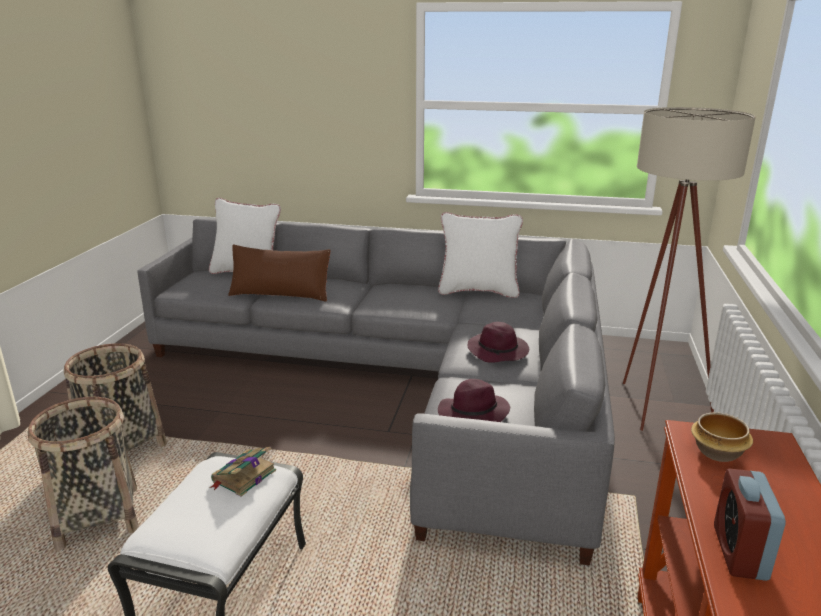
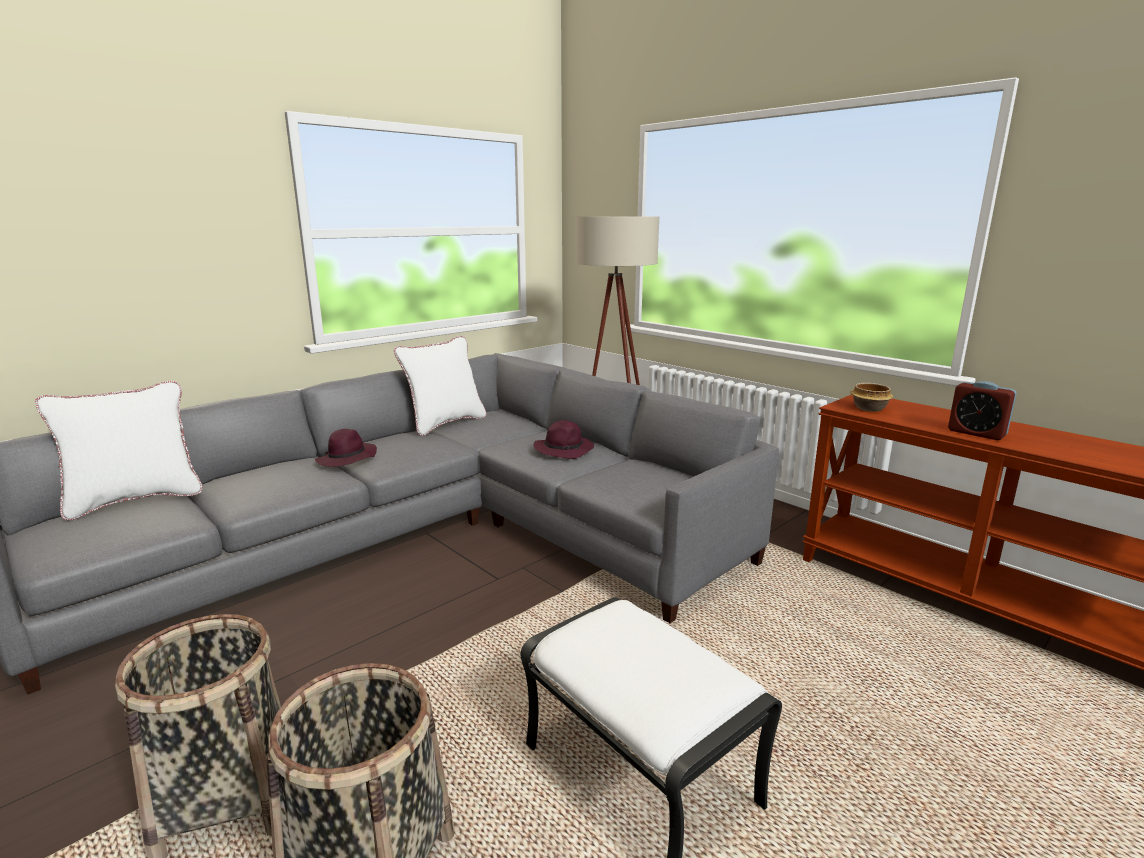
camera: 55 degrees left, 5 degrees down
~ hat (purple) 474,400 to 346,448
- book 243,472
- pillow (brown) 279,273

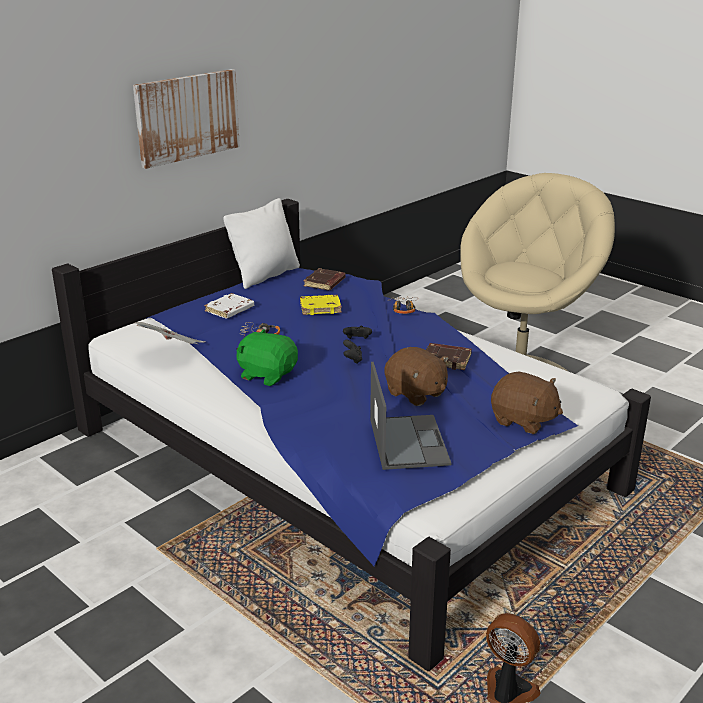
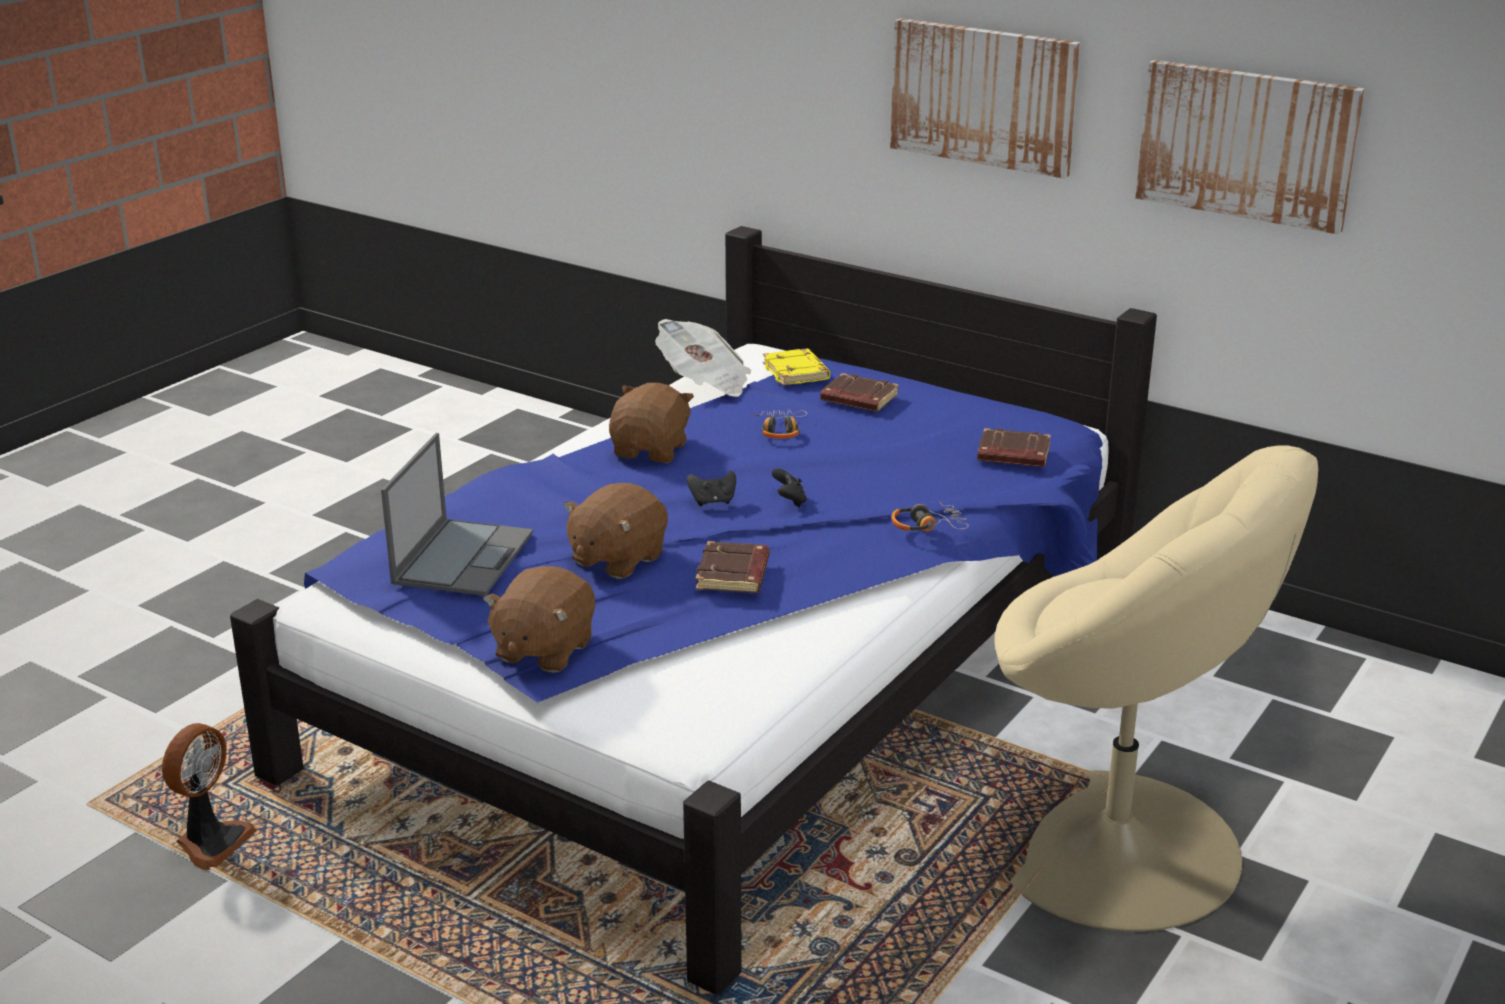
camera: 80 degrees right, 0 degrees up
~ laptop 410,416 = 457,514 60 degrees counterclockwise
~ plush toy (green) 267,357 to plush toy (brown) 651,423
~ book (yellow) 321,305 to 796,366
~ book (white) 229,306 to book (brown) 859,392
+ picture 1250,147
- pillow (white) 261,243

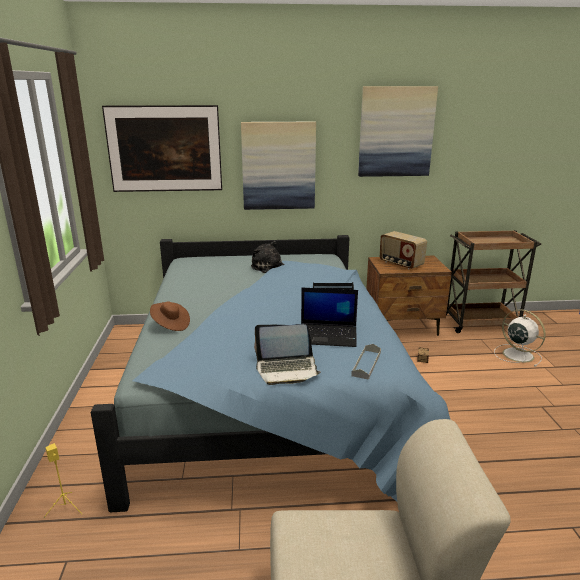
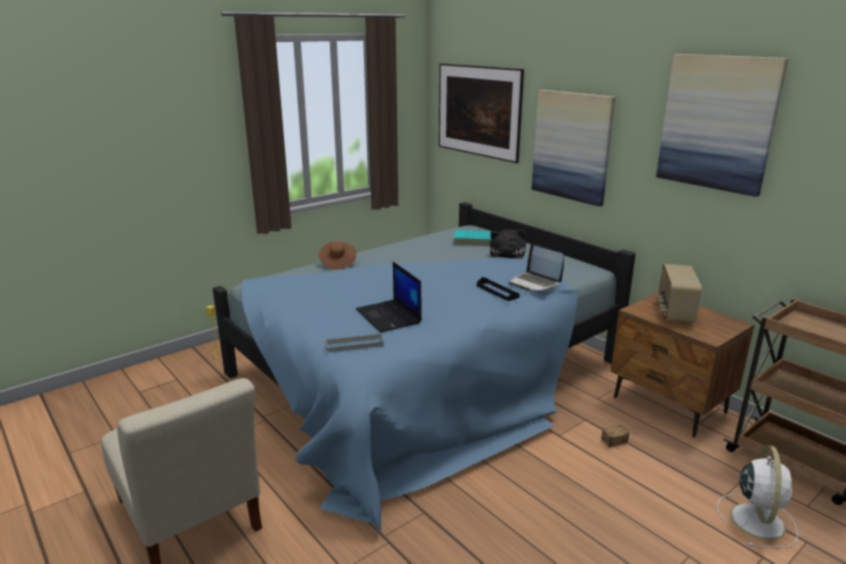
camera: 55 degrees right, 0 degrees up
+ book (turquoise) 472,238
~ laptop 287,354 to 536,267

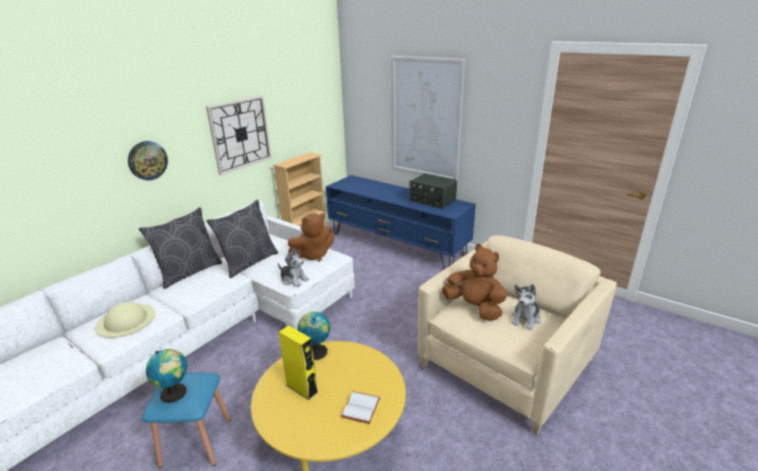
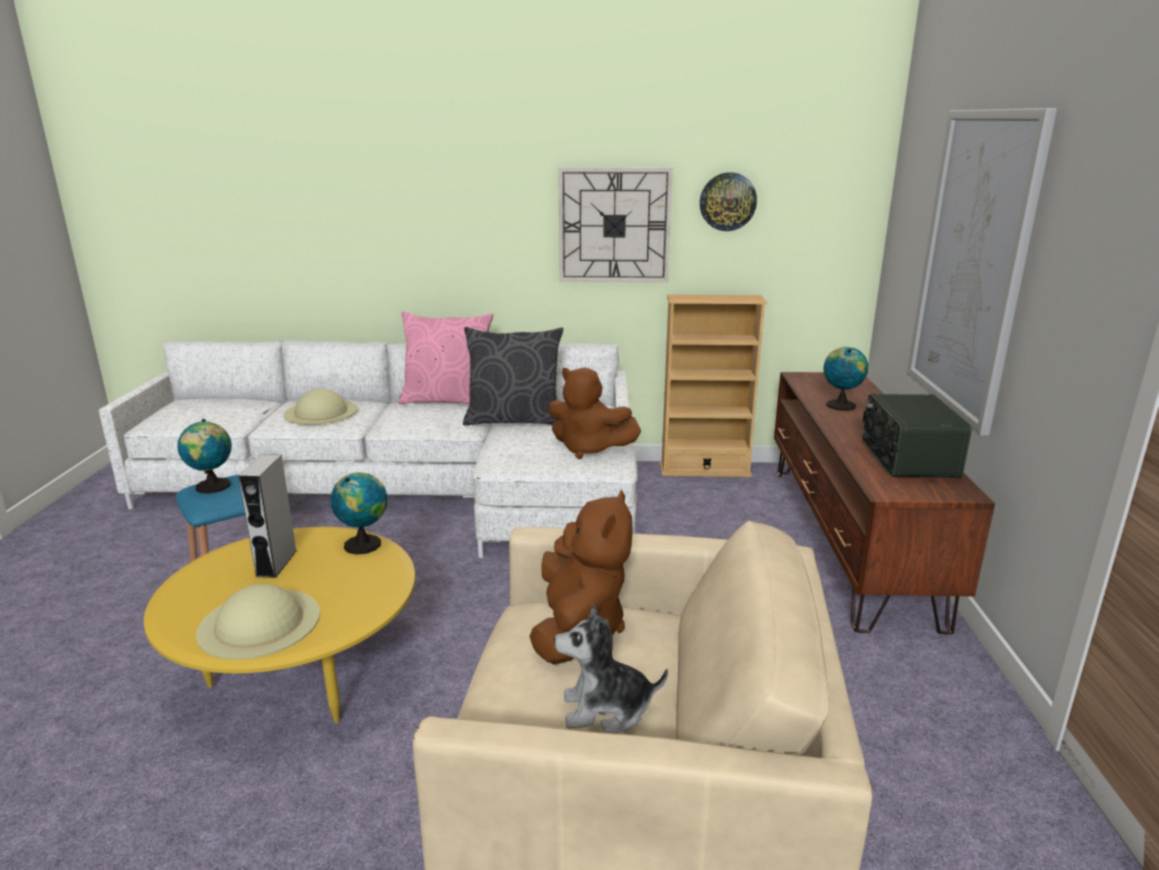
camera: 55 degrees right, 5 degrees down
~ book (white) 360,407 to hat (beige) 258,622
~ speaker (yellow) 298,362 to speaker (grey) 267,516
~ pillow (grey) 180,248 to pillow (pink) 445,357
~ wall clock 148,160 to 728,201
~ tv stand (blue) 401,222 to tv stand (brown) 884,503
+ globe 845,379
- plush toy 293,267

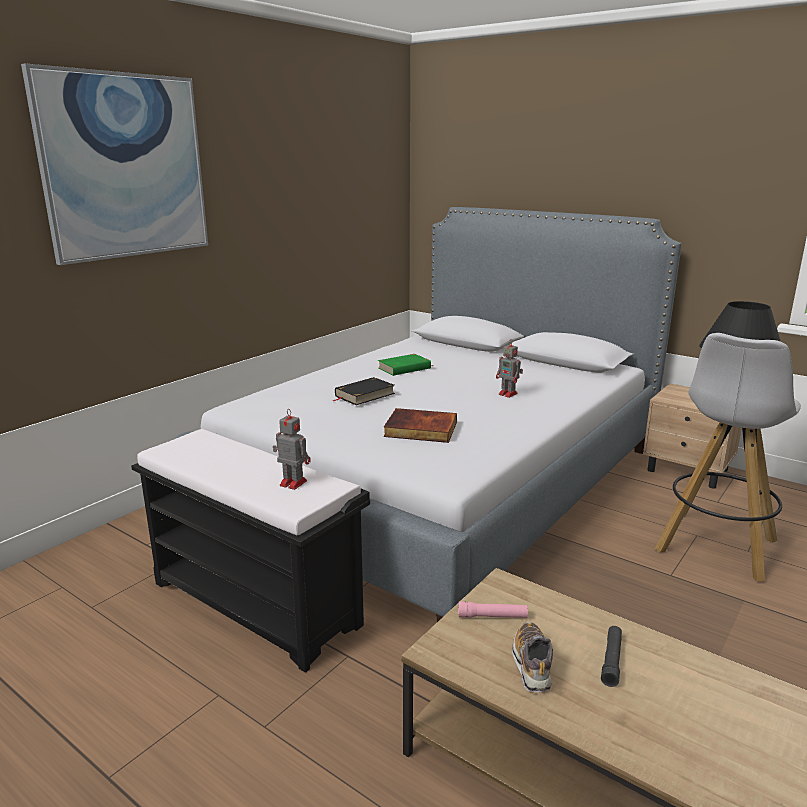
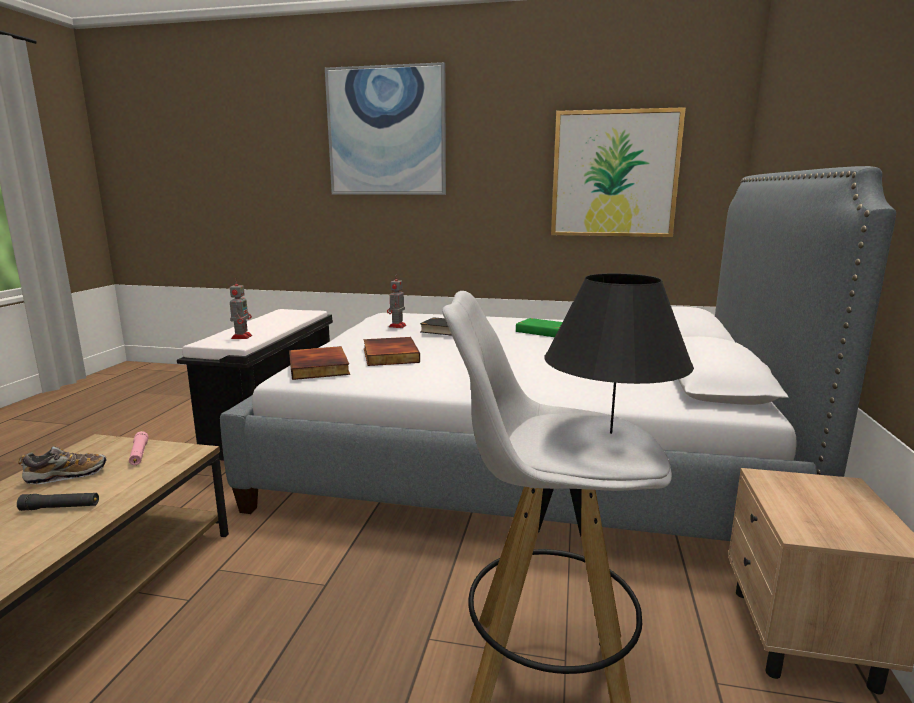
camera: 65 degrees right, 5 degrees down
+ book 319,363
~ toy robot 509,368 to 396,303
+ picture 618,172

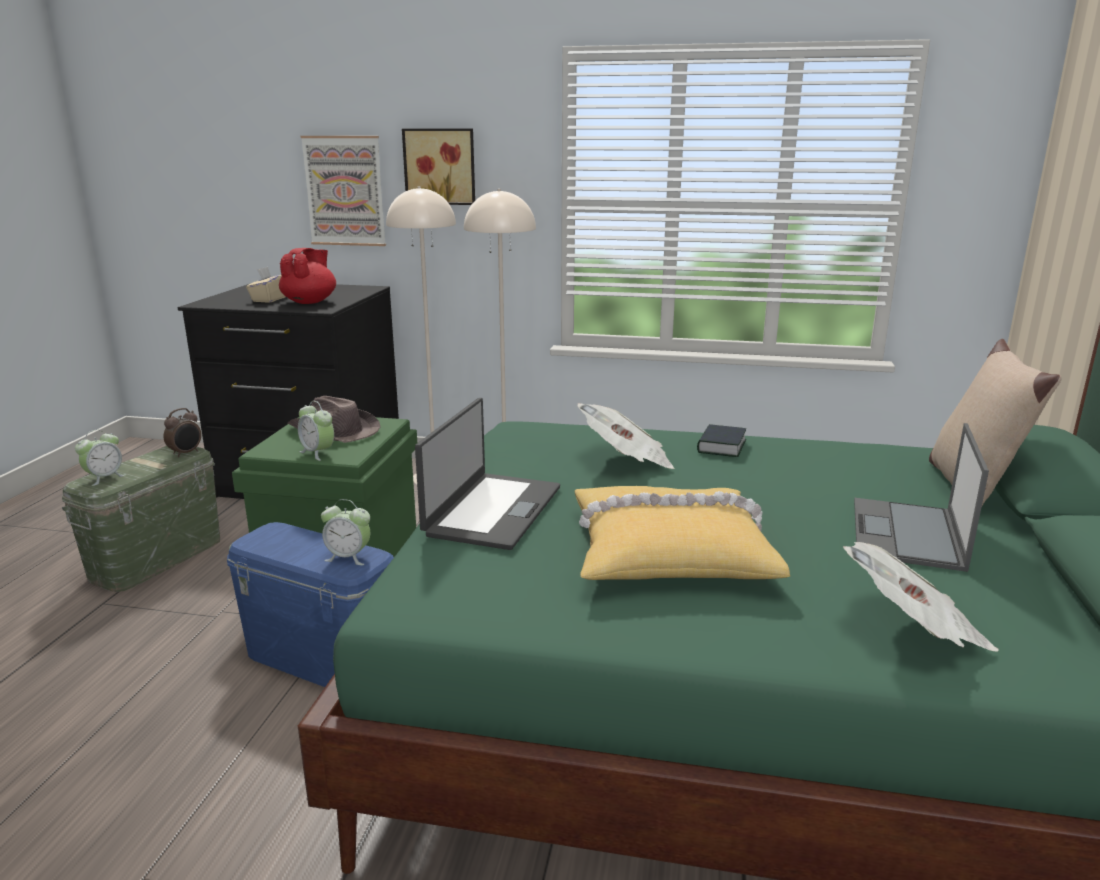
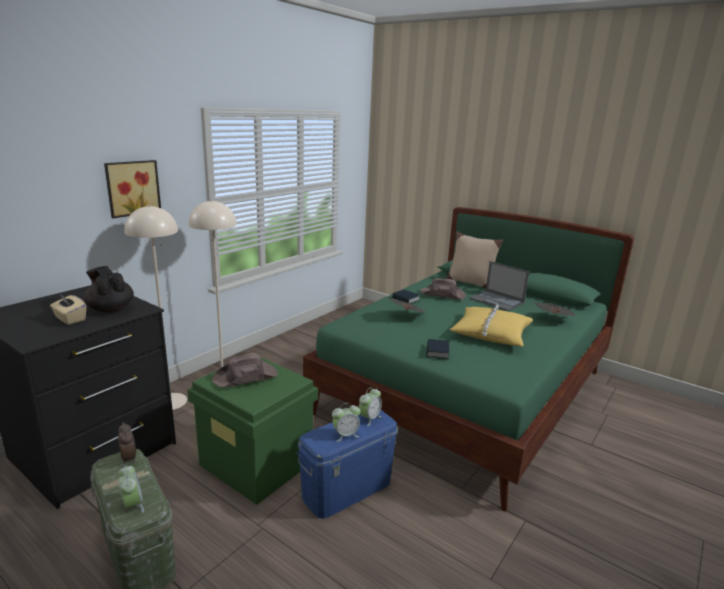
camera: 65 degrees left, 0 degrees up
~ teapot (red) 307,276 to teapot (black) 109,289
~ alarm clock 316,431 to 346,422
+ hat (brown) 443,289
~ laptop 487,474 to book 437,349
- picture 343,191

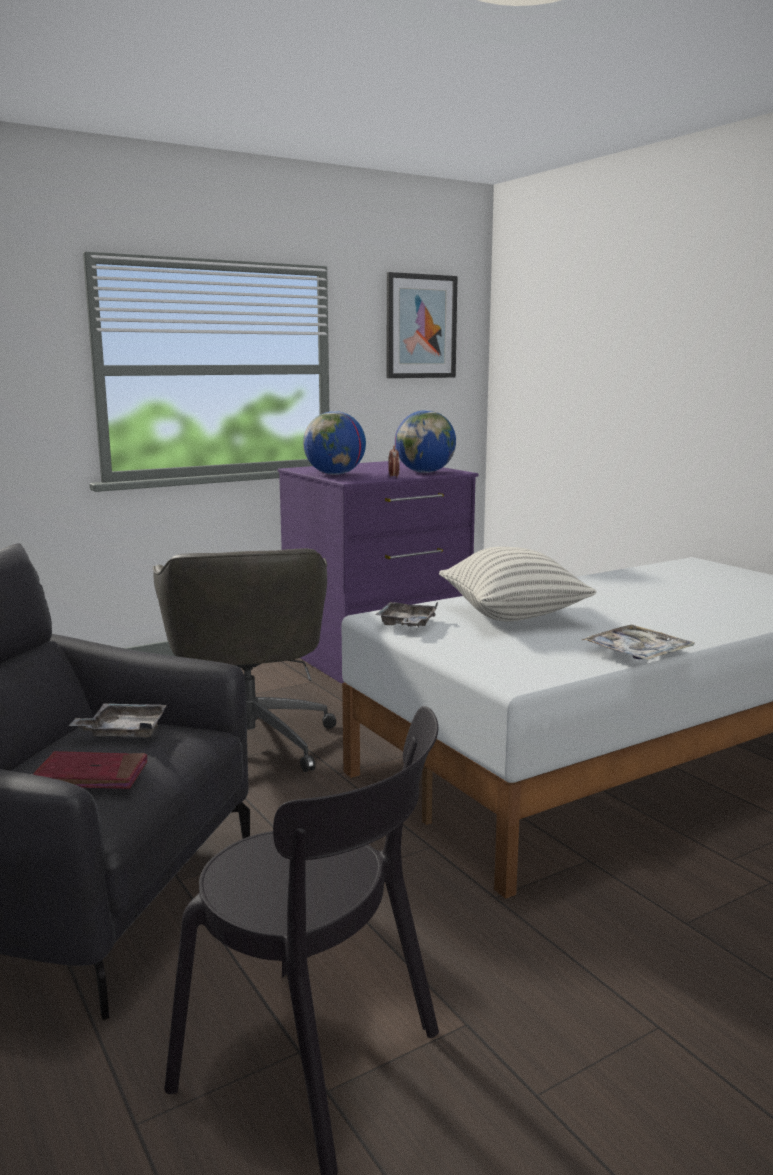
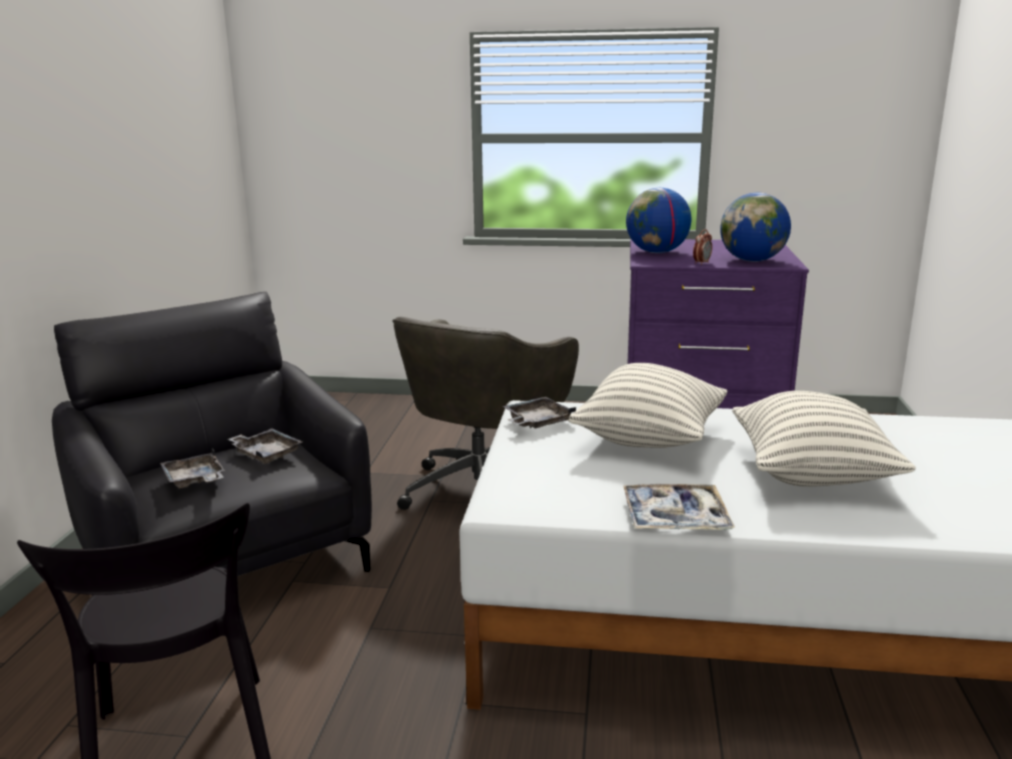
camera: 40 degrees right, 5 degrees up
~ book (red) 90,770 to tray (grey) 192,468
+ pillow 824,439
- picture 422,325

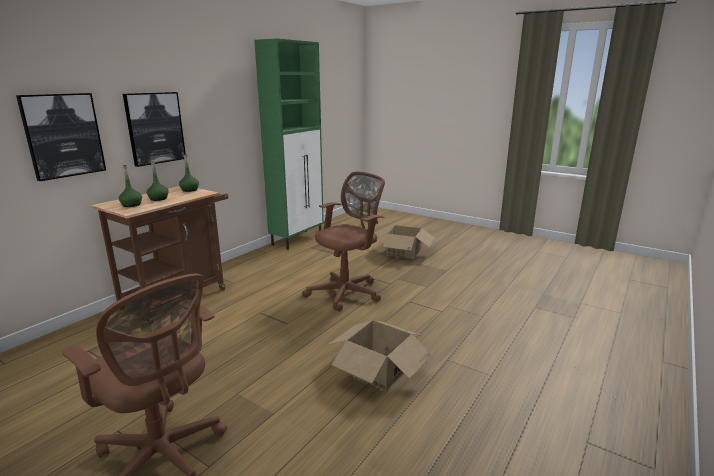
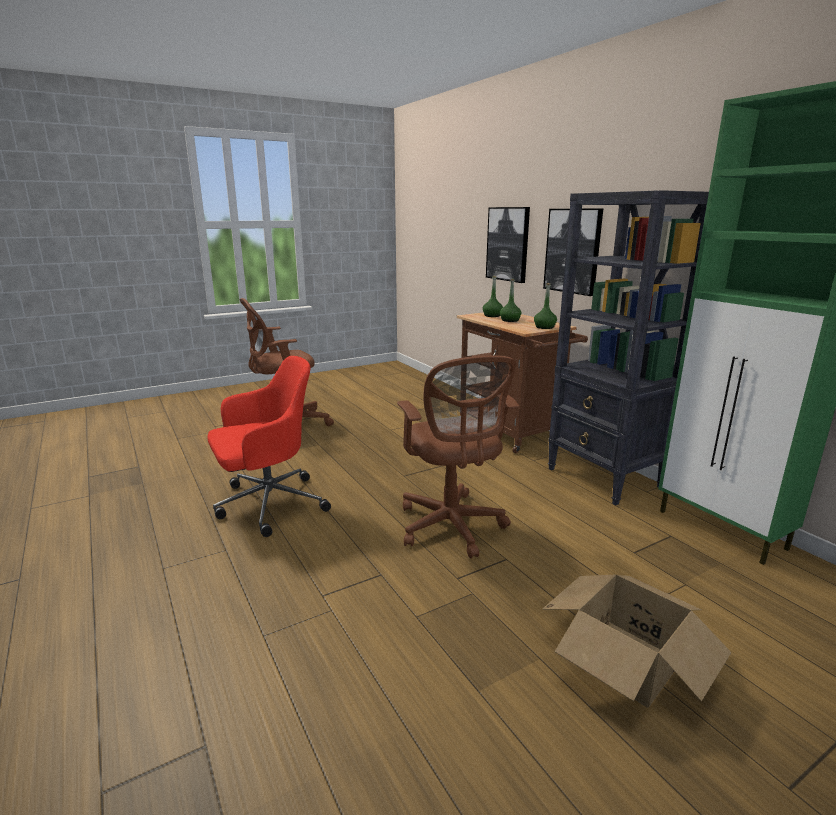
camera: 115 degrees right, 0 degrees up
~ cardboard box 380,355 to office chair (red) 269,446
+ bookcase (black) 628,347

